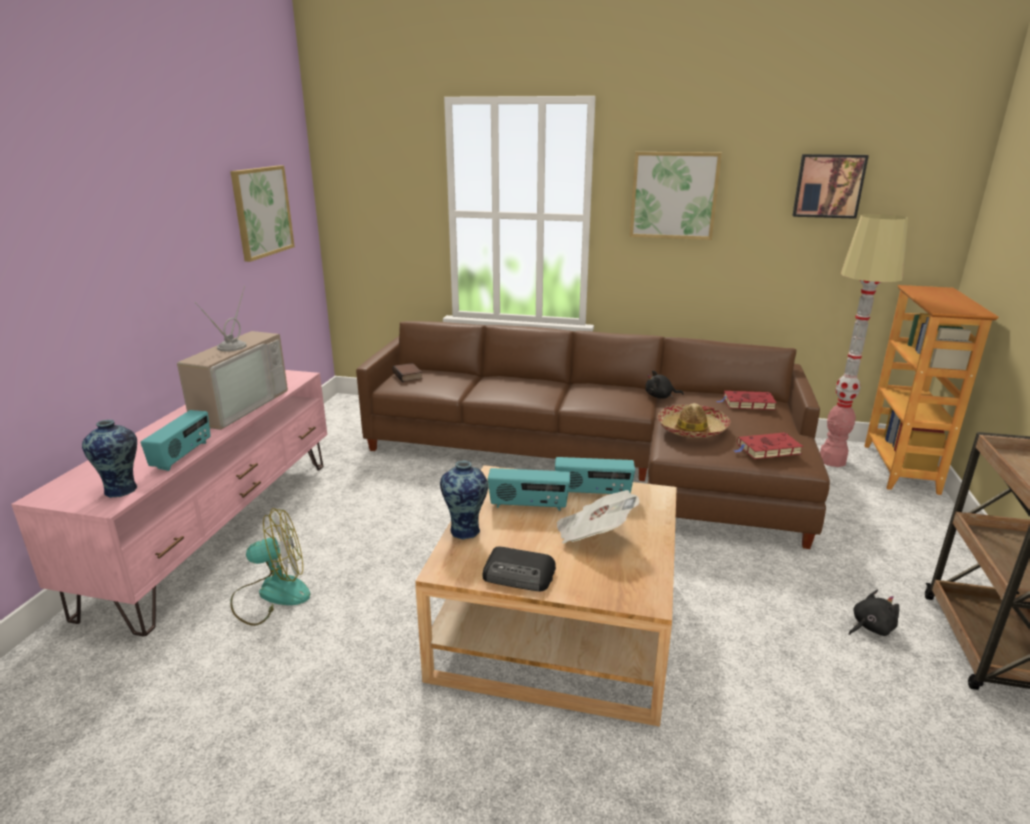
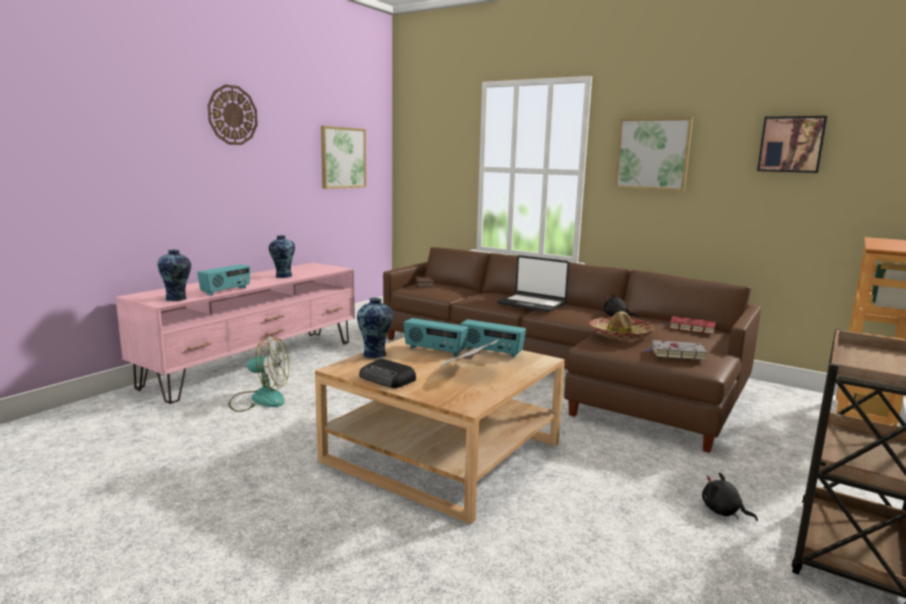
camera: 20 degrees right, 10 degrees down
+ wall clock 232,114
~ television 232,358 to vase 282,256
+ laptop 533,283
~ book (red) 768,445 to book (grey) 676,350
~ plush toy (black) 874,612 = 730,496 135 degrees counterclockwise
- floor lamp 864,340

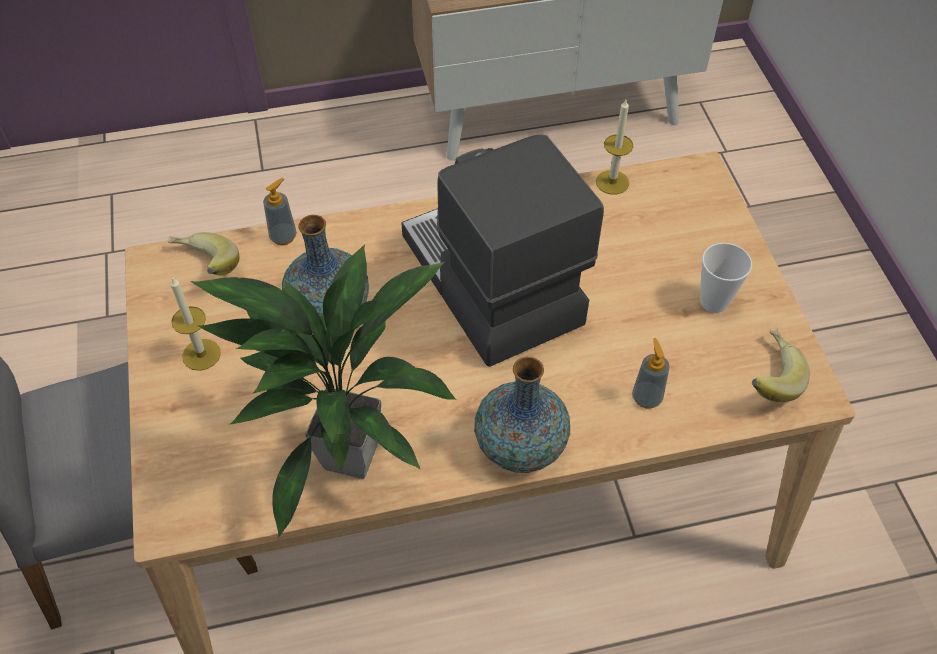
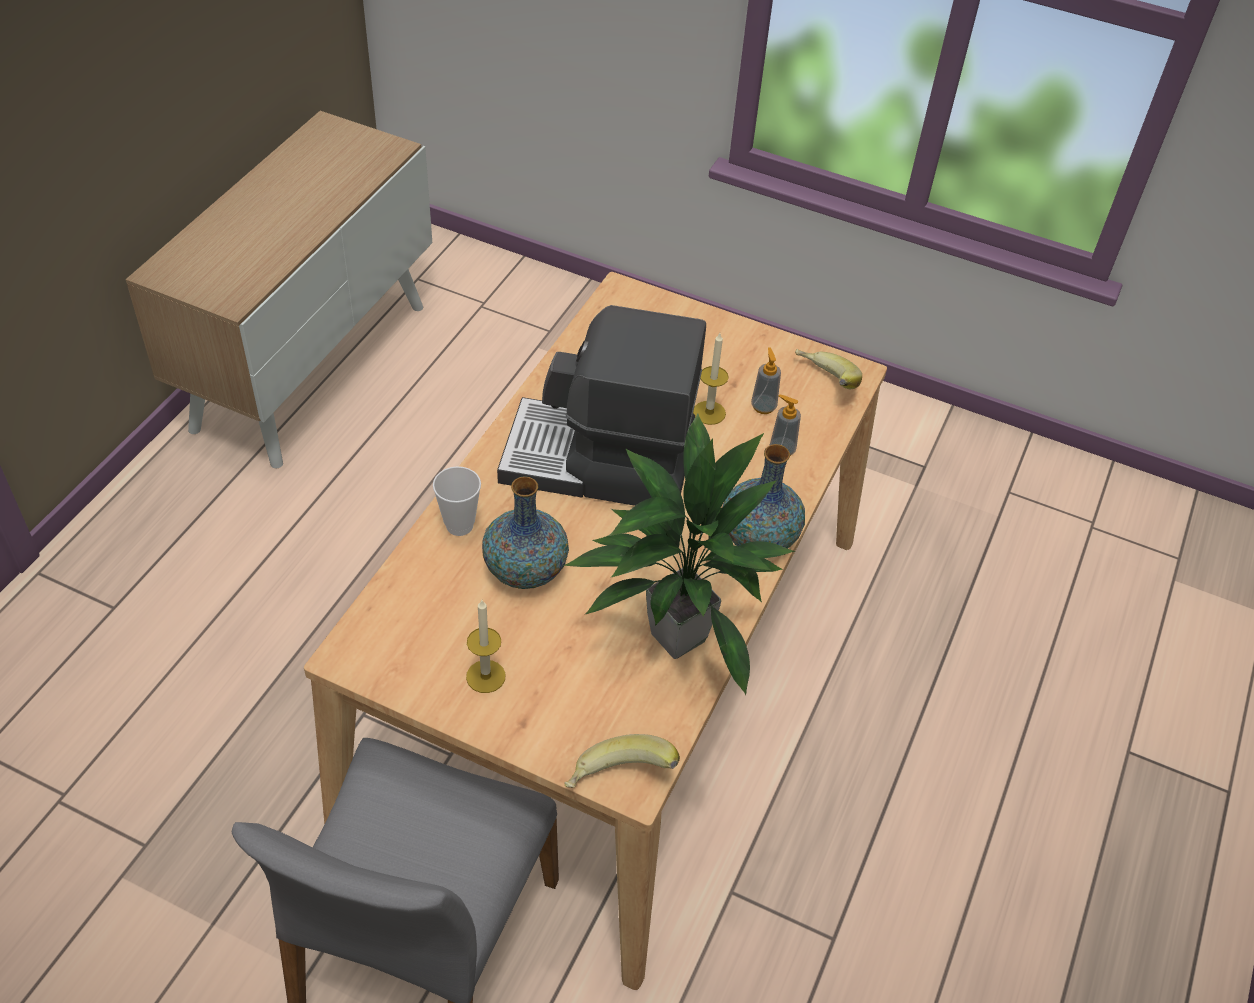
camera: 55 degrees left, 5 degrees down
~ cup 726,278 to 457,501
~ banana 204,254 to 622,761
~ candle 614,147 to 711,379
~ soap dispenser 280,211 to 766,380

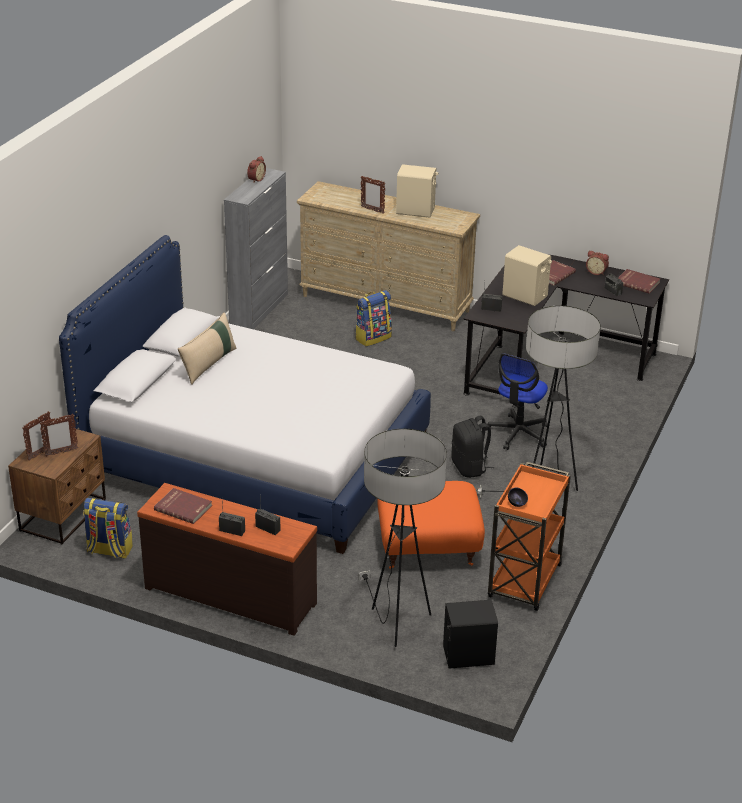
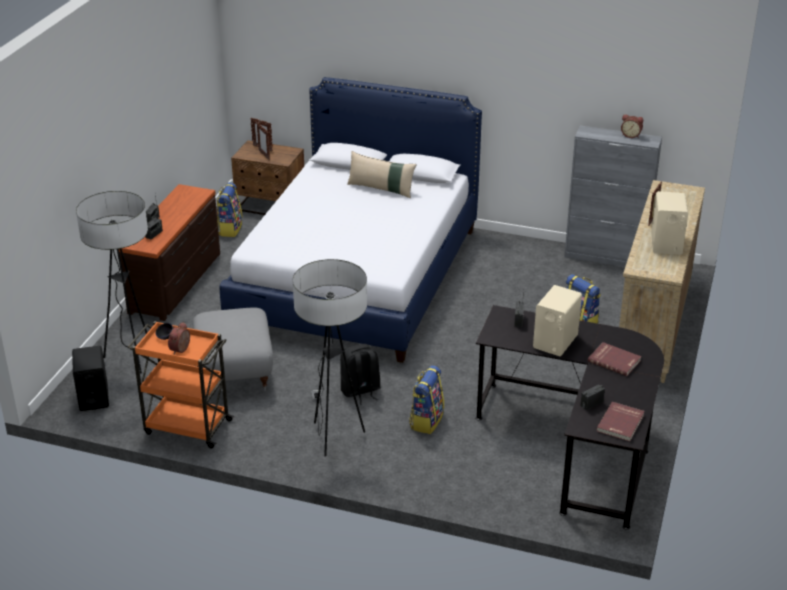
camera: 85 degrees right, 0 degrees up
~ alarm clock 597,263 to 179,338
~ ottoman (orange) 431,525 to ottoman (grey) 233,349
~ office chair 516,401 to backpack 426,399
- book (red) 183,506

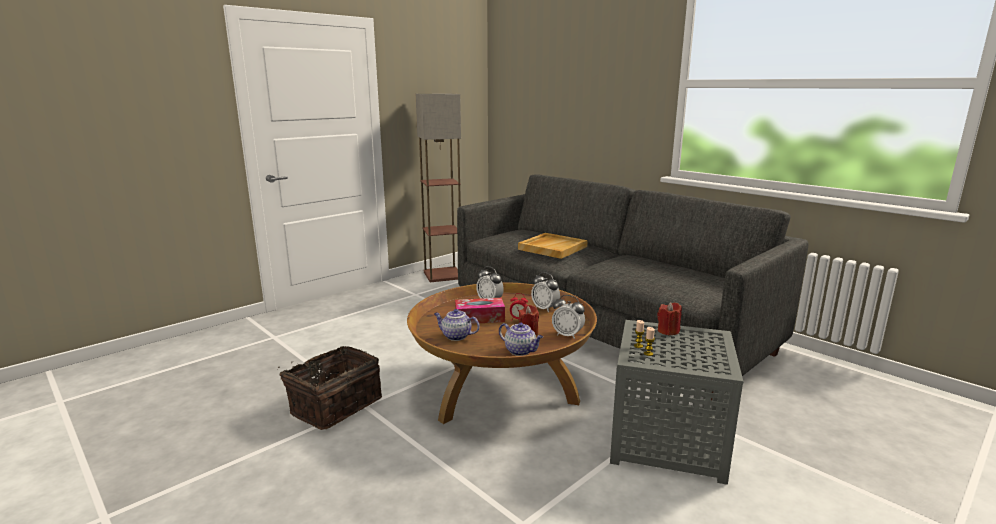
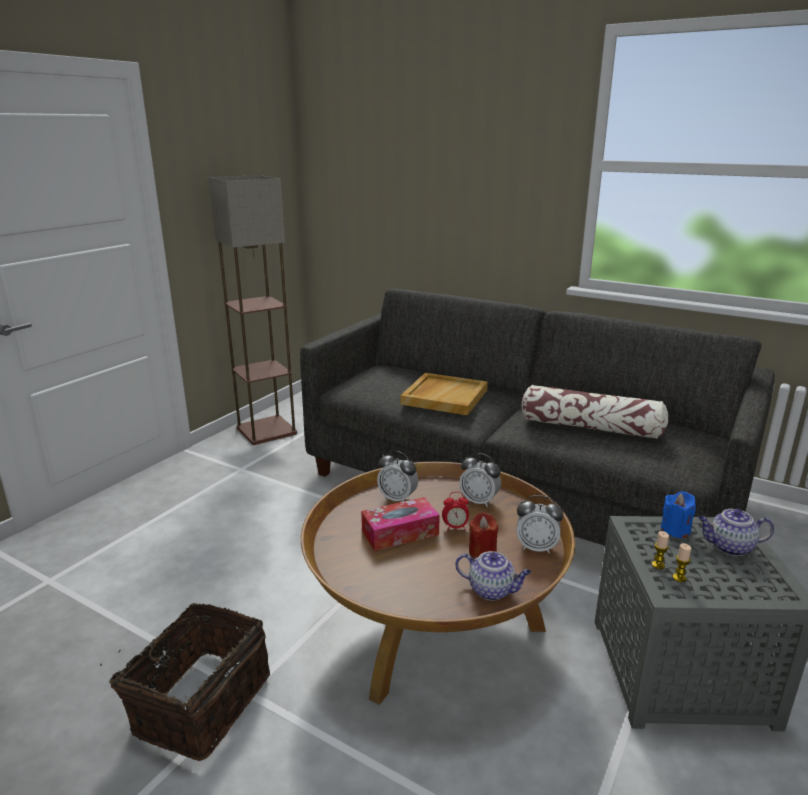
camera: 15 degrees left, 5 degrees up
+ pillow 595,412
~ candle (red) 669,319 to candle (blue) 678,515
~ teapot 457,325 to 736,532

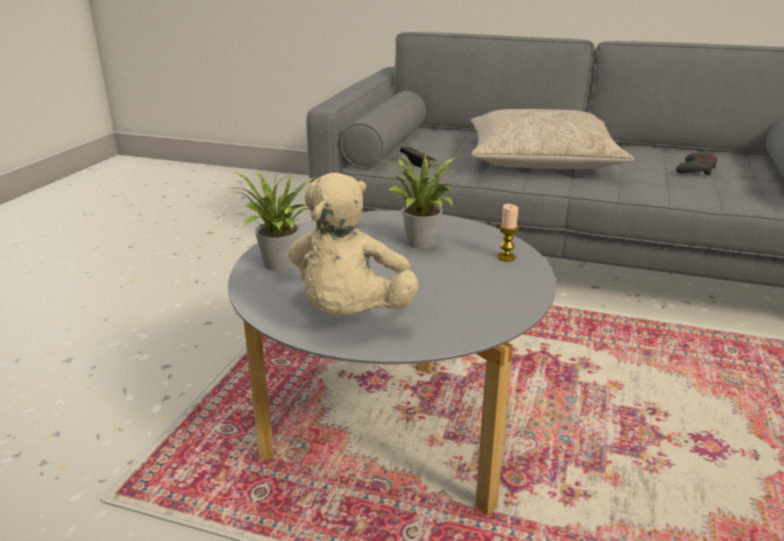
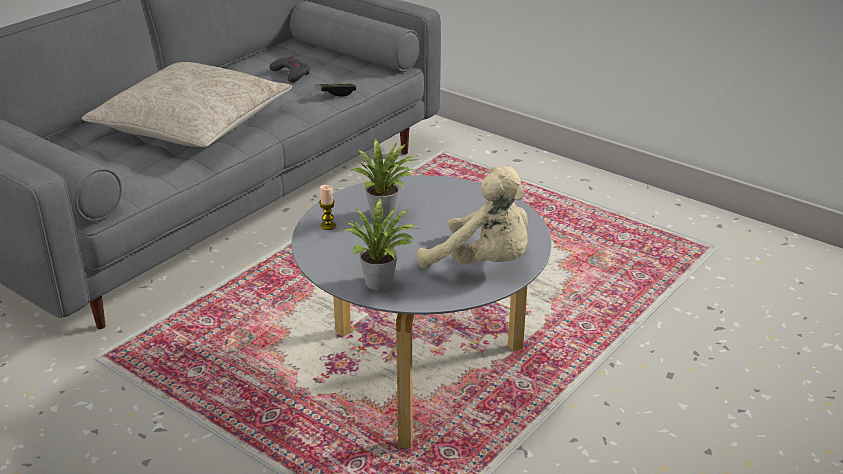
camera: 70 degrees left, 5 degrees up
~ game controller 419,157 to 336,90
~ candle 508,232 to 327,207

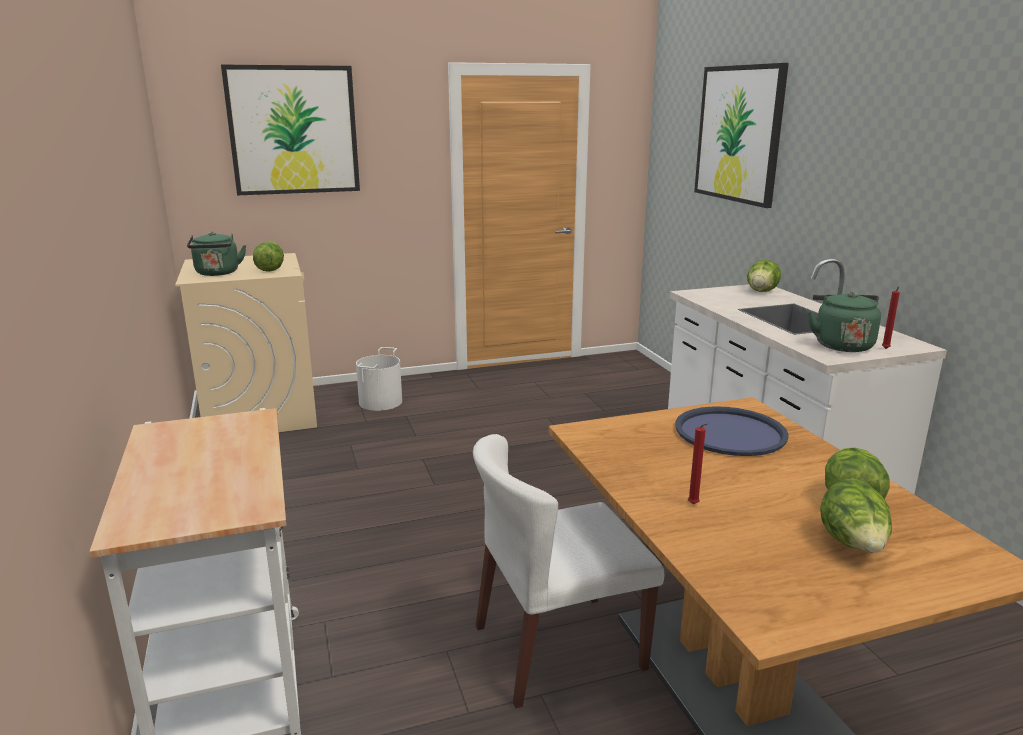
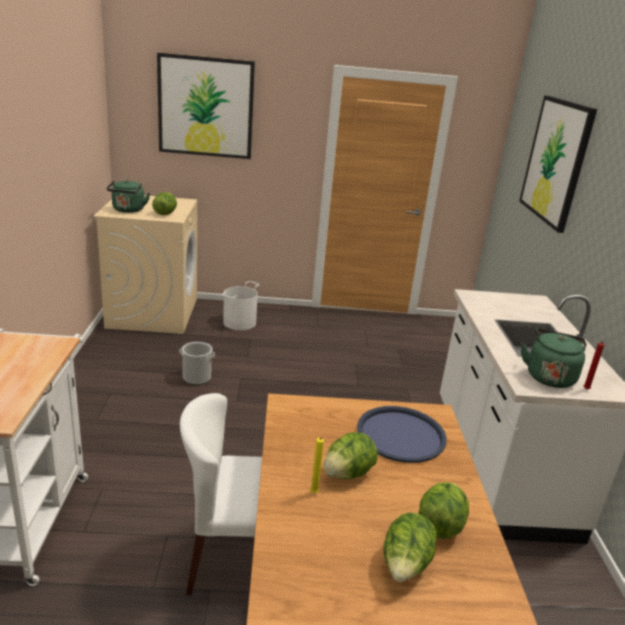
camera: 15 degrees right, 5 degrees up
+ bucket 197,363
~ candle (red) 698,464 to candle (yellow) 317,465
~ lettuce 764,276 to 351,455

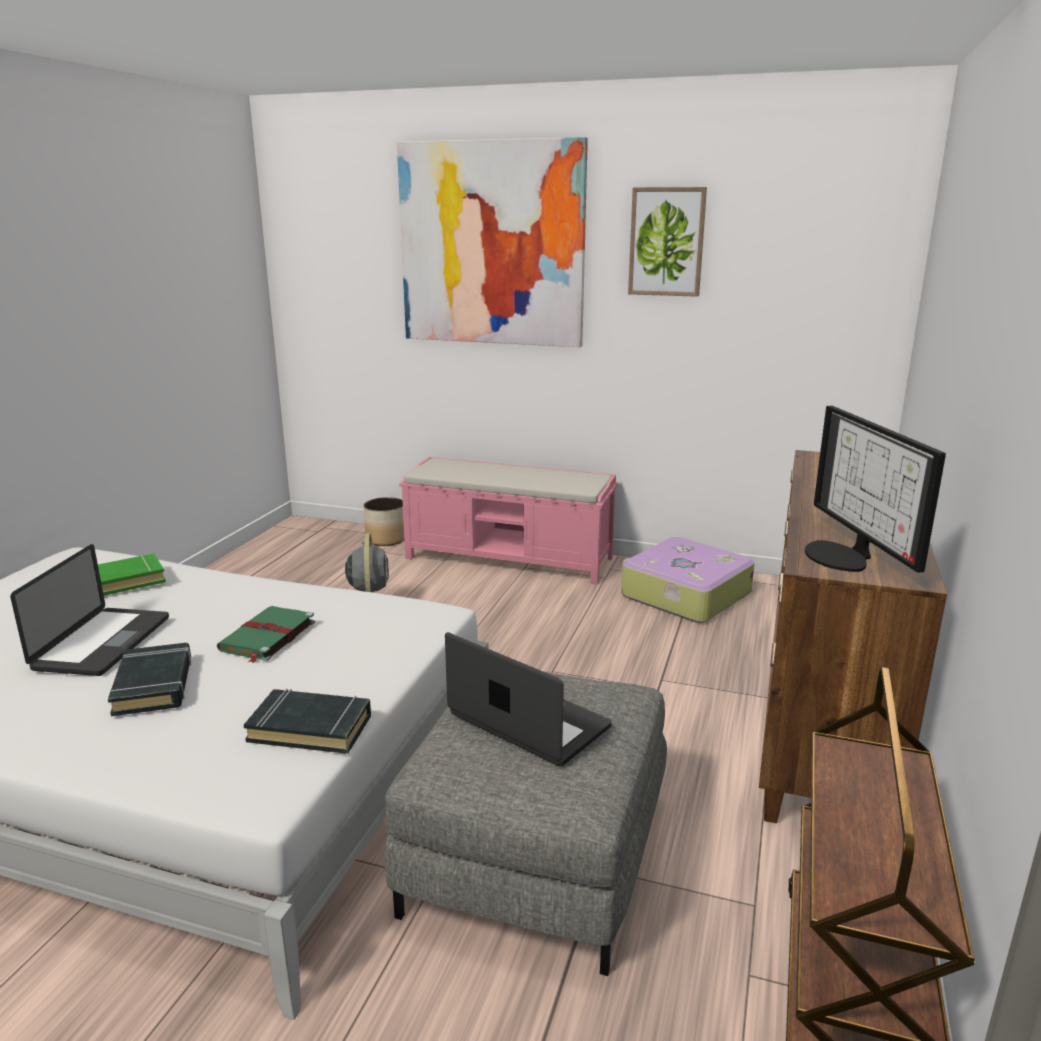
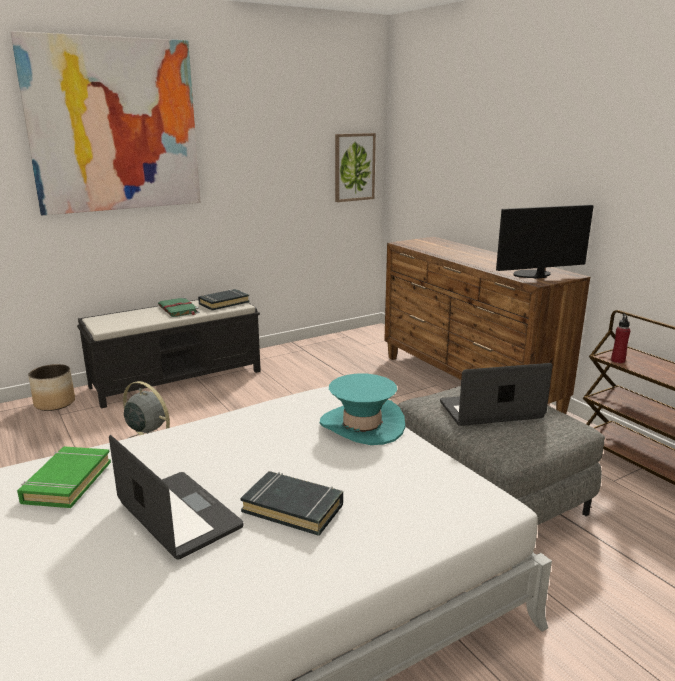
camera: 50 degrees left, 0 degrees up
~ bench (pink) 508,521 to bench (black) 169,354
~ book (green) 266,634 to 178,307
~ book (black) 307,721 to 223,299
+ hat (turquoise) 362,409
~ picture 667,242 to 355,167
~ monitor 875,489 = 544,242 135 degrees clockwise
+ bottle (red) 621,338
- suitcase 688,580

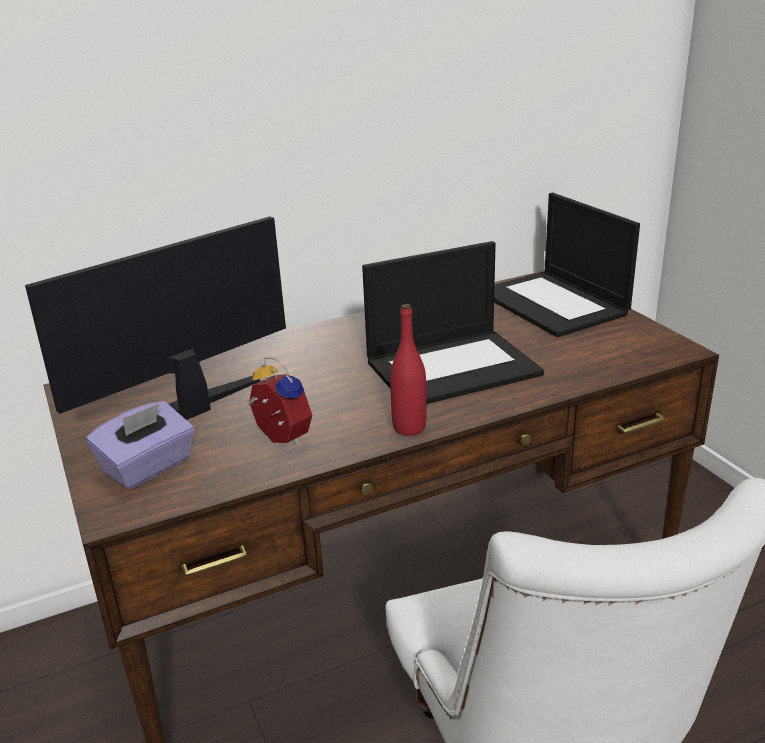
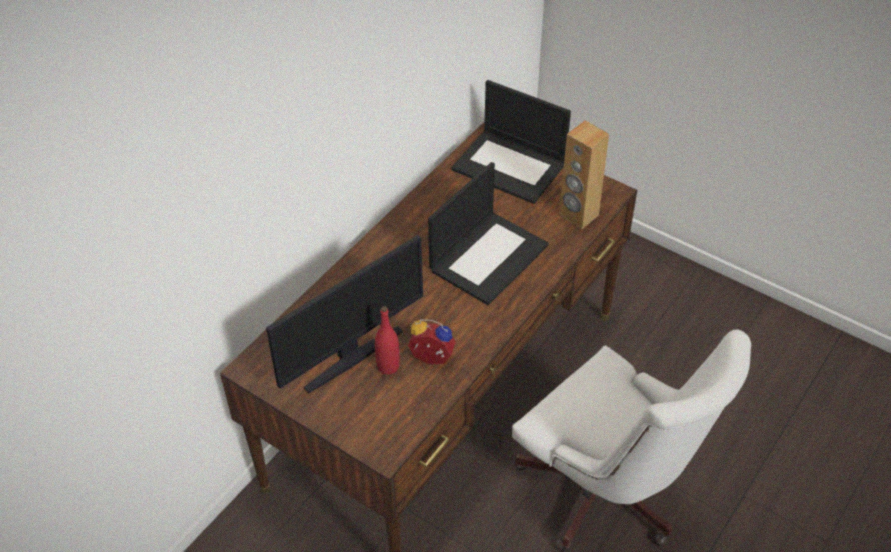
camera: 30 degrees left, 20 degrees up
~ monitor 155,318 = 344,314 150 degrees counterclockwise
~ bottle (red) 408,370 to 387,340
+ speaker (brown) 584,174
- tissue box (purple) 140,445

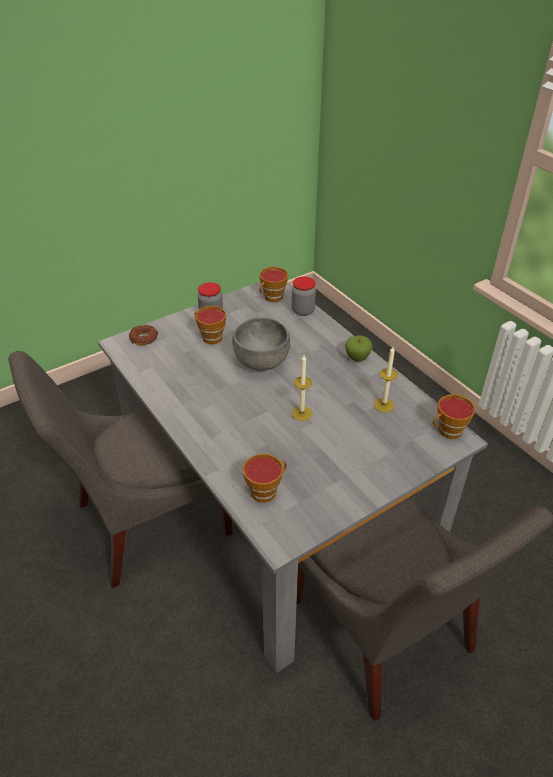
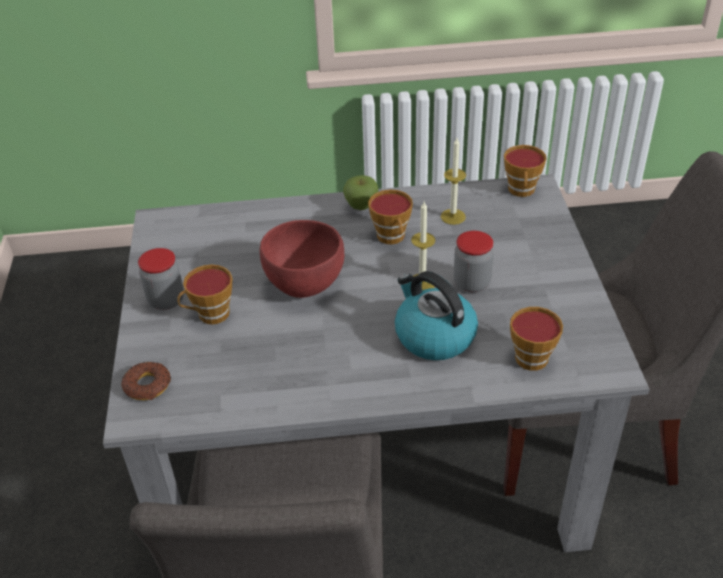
camera: 60 degrees left, 0 degrees up
~ bowl (grey) 261,344 to bowl (red) 302,259
~ cup 273,284 to 390,217
+ kettle 436,315
~ jar 303,296 to 474,261

